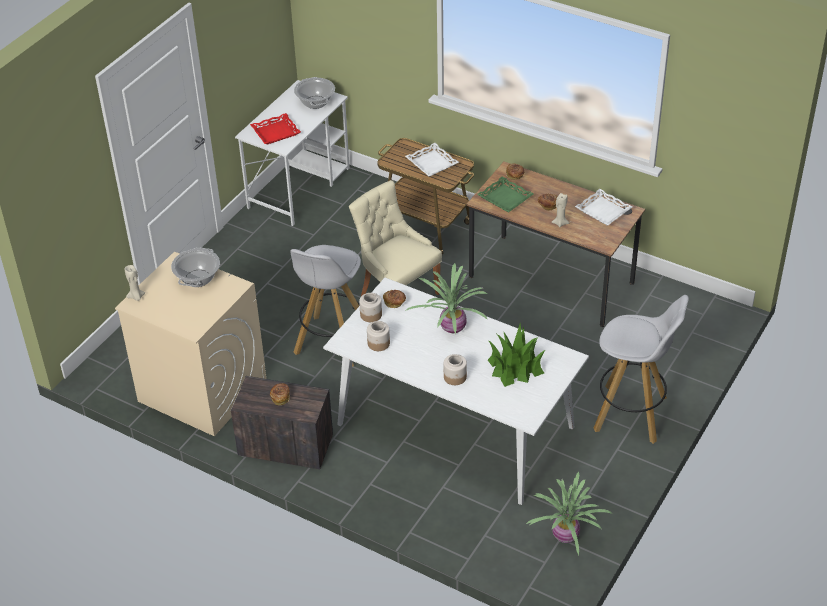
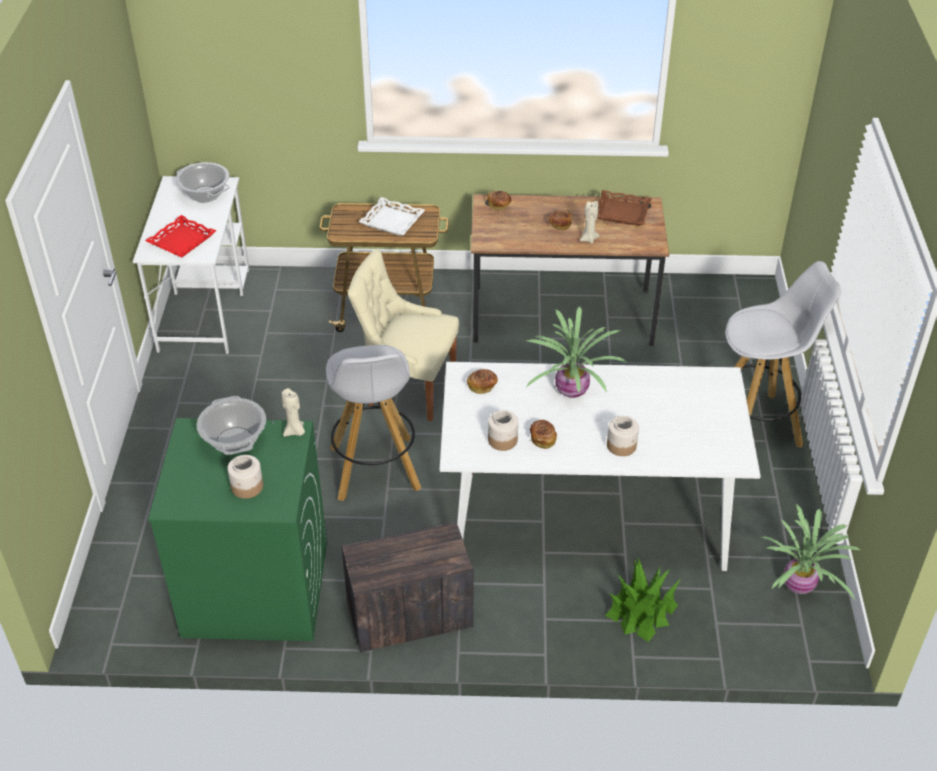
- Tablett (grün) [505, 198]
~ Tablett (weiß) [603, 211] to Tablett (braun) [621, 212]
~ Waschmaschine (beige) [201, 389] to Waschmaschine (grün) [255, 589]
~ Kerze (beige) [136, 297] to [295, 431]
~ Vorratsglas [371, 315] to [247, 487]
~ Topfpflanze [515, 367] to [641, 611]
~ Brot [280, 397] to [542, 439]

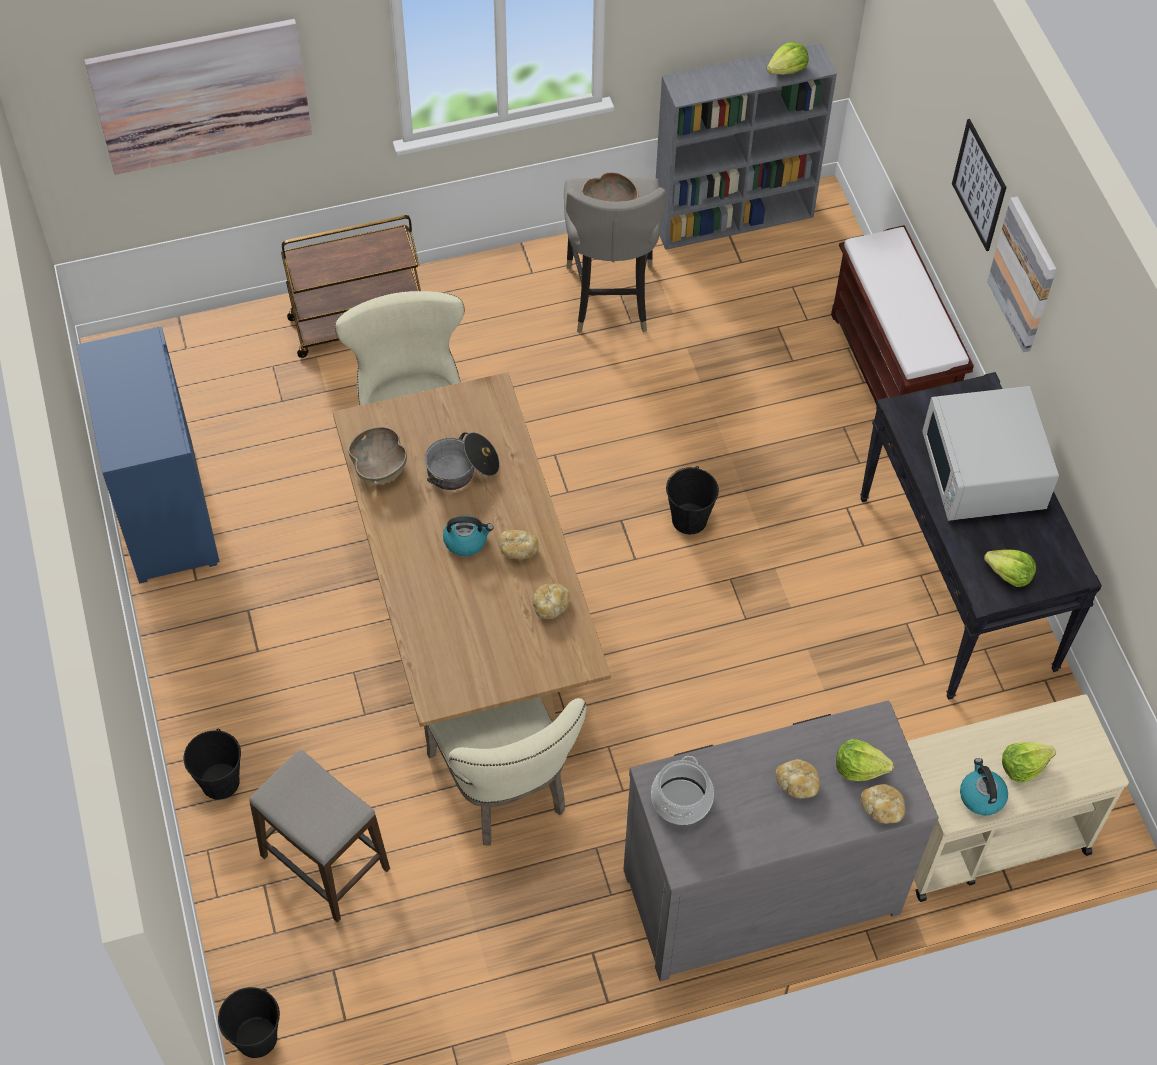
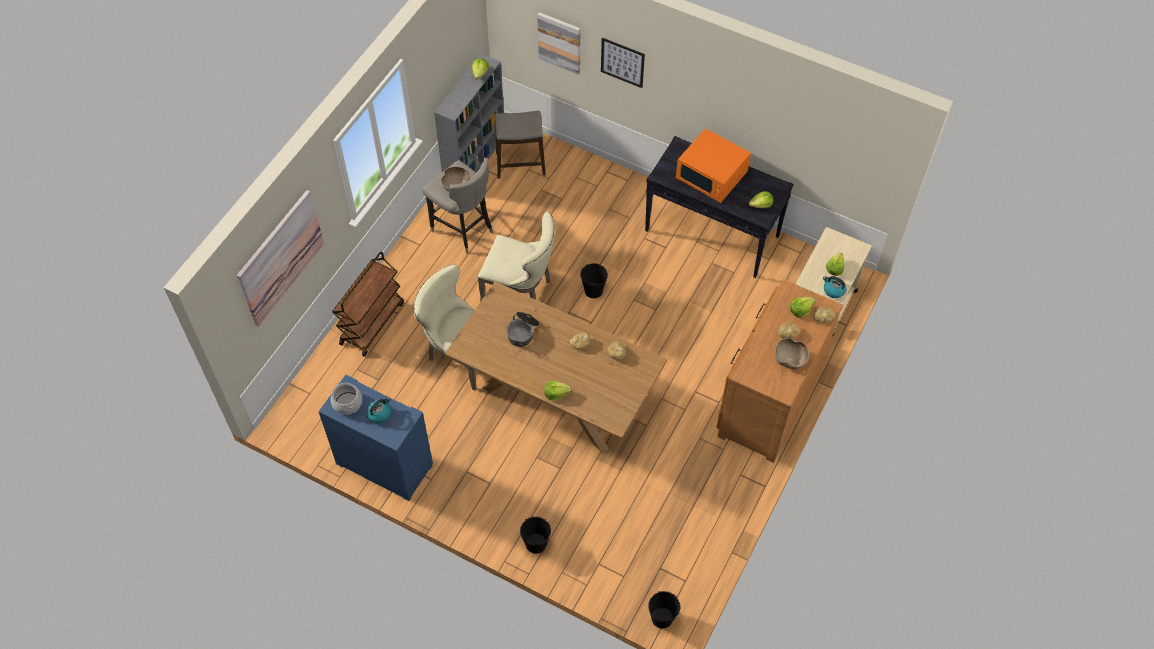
~ Bild [1024, 274] to [559, 42]
- Bank (braun) [890, 372]
~ Mikrowelle (weiß) [983, 472] to Mikrowelle (orange) [712, 176]
~ Schüssel (braun) [380, 467] to [790, 359]
~ Wasserkessel [466, 541] to [379, 414]
~ Stuhl (beige) [505, 788] to [521, 290]
~ Kommode (grau) [758, 887] to Kommode (braun) [768, 400]
~ Hocker [325, 862] to [520, 164]
~ Kochtopf [681, 800] to [347, 403]
+ Salatkopf [556, 393]

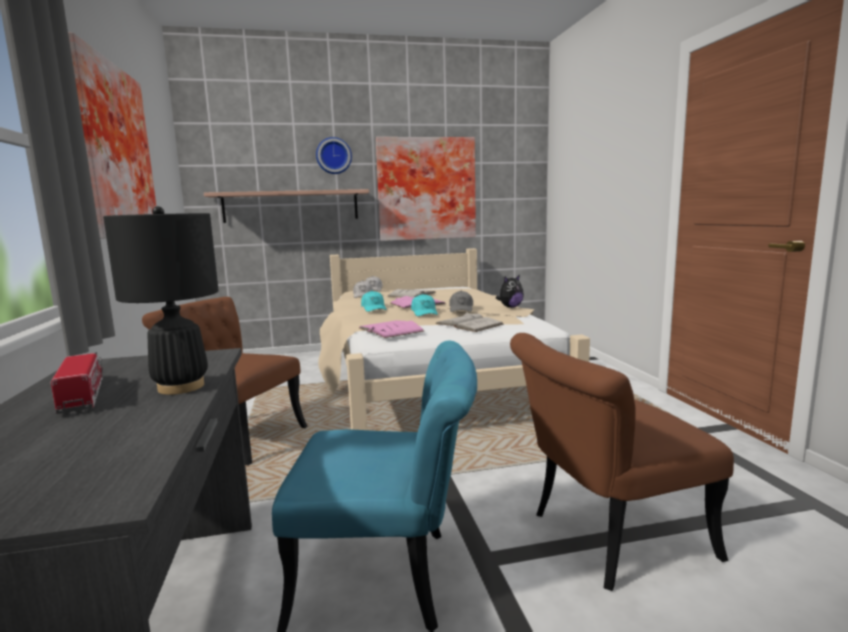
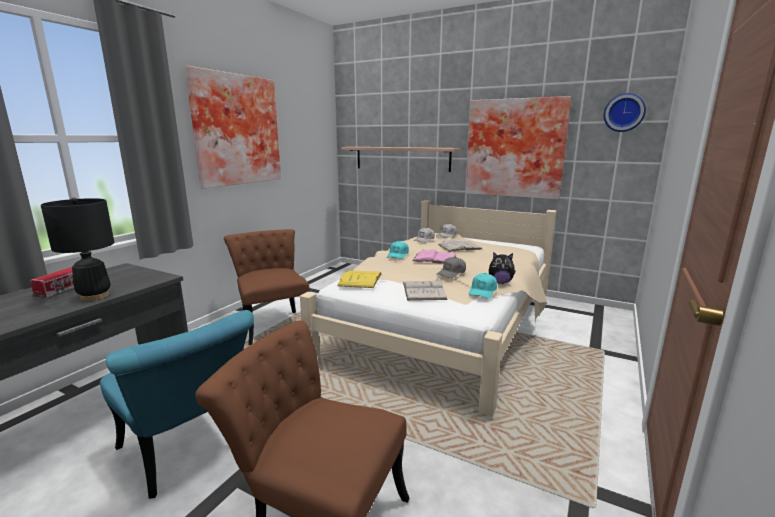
~ Wanduhr [333, 156] to [624, 112]
~ Kappe (türkis) [424, 312] to [482, 291]
~ Buch (rosa) [390, 329] to Buch (gelb) [360, 279]

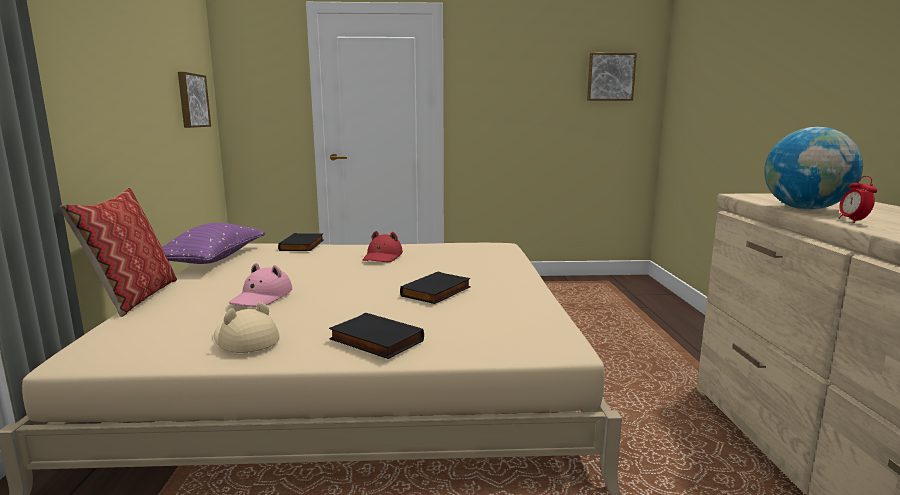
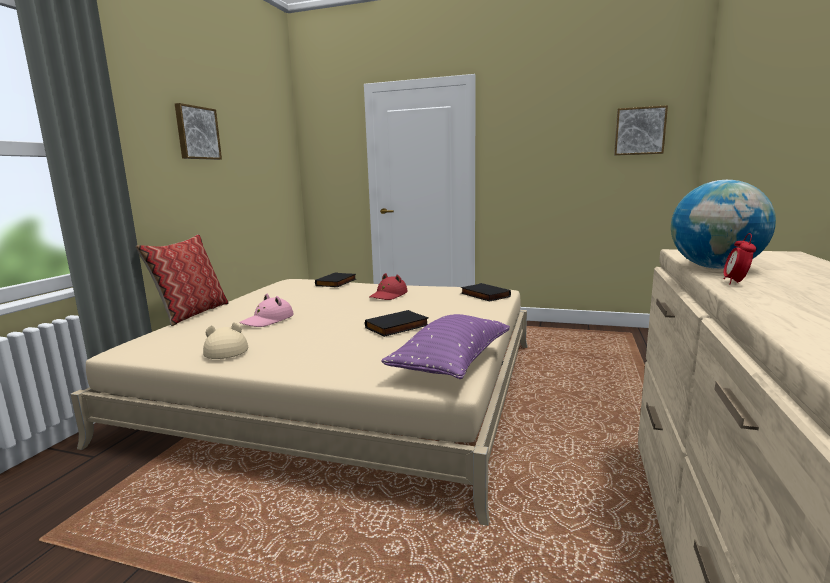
~ Bild [192, 100] to [197, 133]
~ Kissen (lila) [213, 260] to [451, 363]
~ Buch (schwarz) [374, 341] to [484, 295]

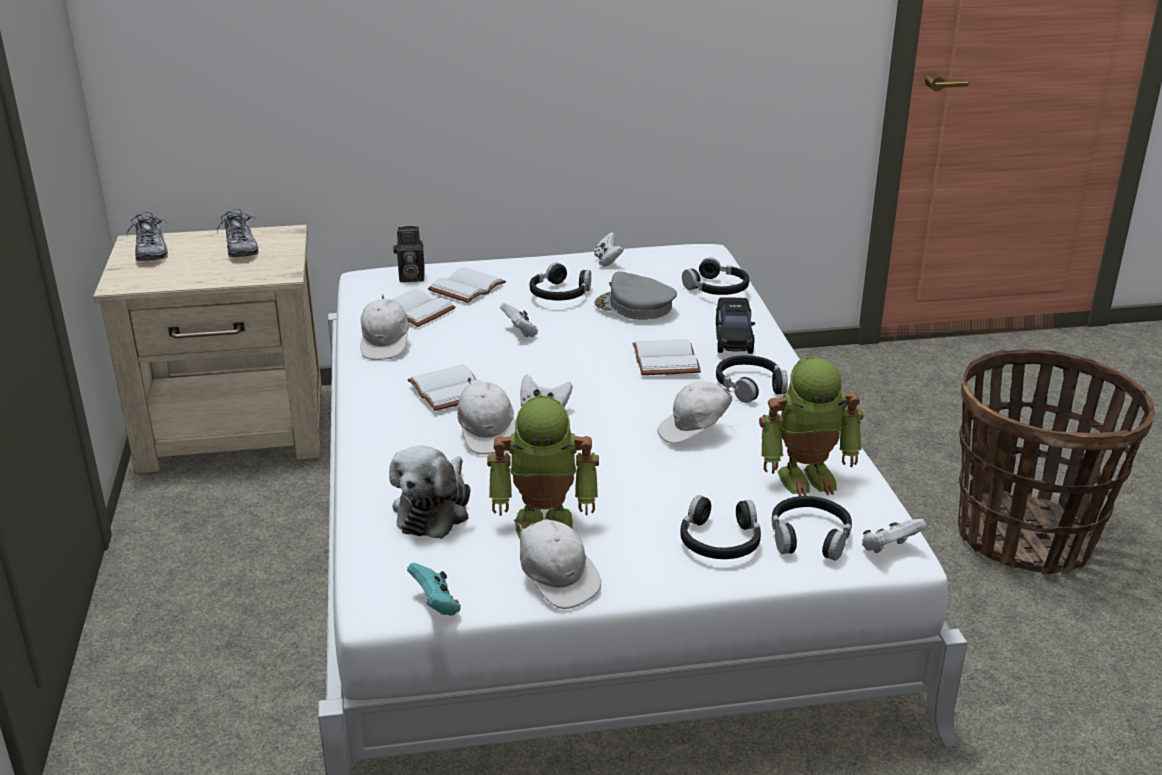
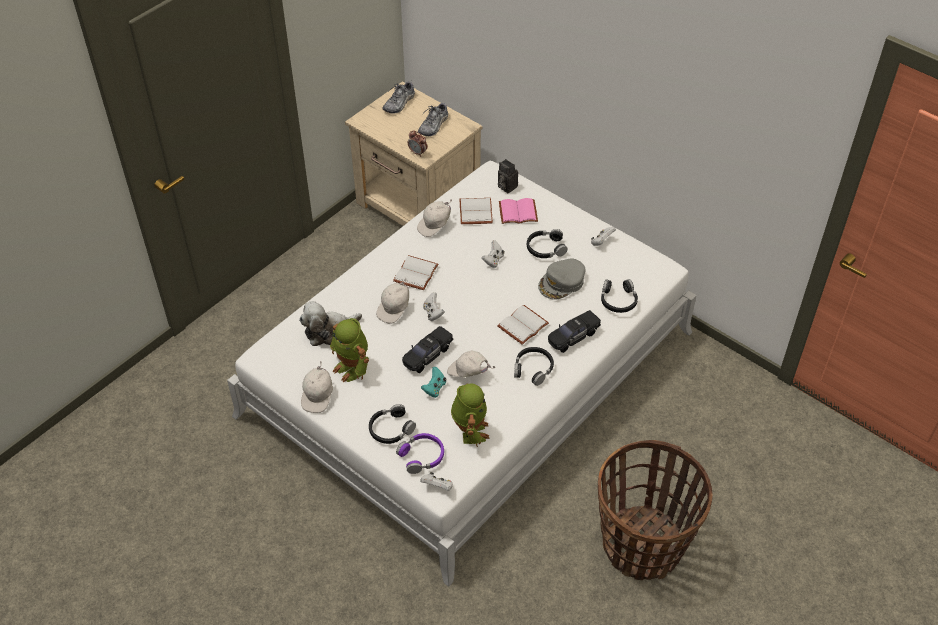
~ Buch (weiß) [466, 287] to Buch (rosa) [518, 211]
~ Kappe (grau) [634, 306] = [562, 282] 120 degrees counterclockwise
~ Spielzeugroboter [807, 476] = [470, 431] 135 degrees counterclockwise
~ Kopfhörer (schwarz) [809, 537] to Kopfhörer (lila) [422, 456]
~ Gamepad (türkis) [436, 605] to [434, 388]
+ Wecker [417, 153]
+ Spielzeugauto (schwarz) [427, 355]

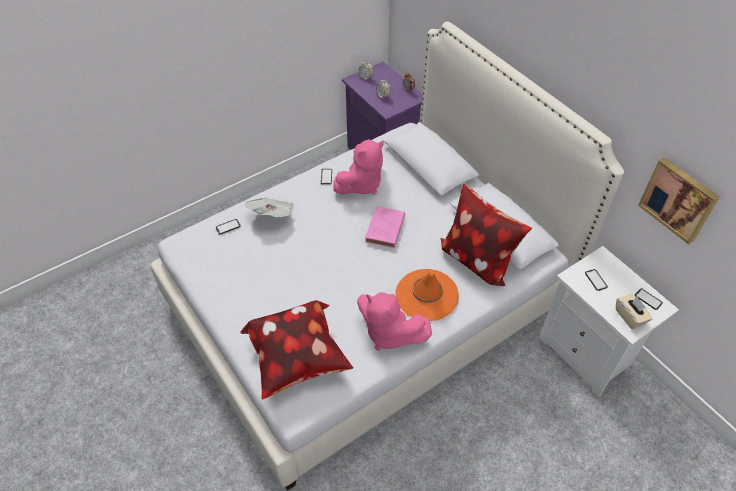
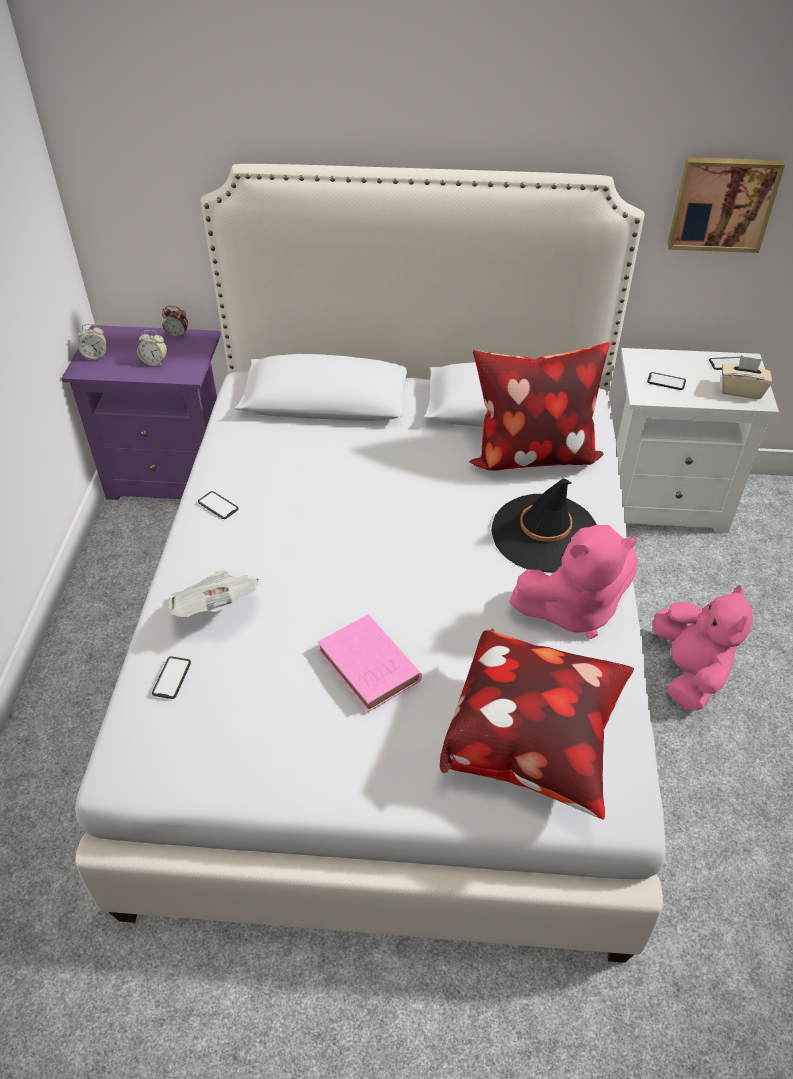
~ Plüschtier (rosa) [361, 184] to [689, 672]
~ Buch (rosa) [384, 230] to [370, 667]
~ Hut (orange) [426, 295] to Hut (schwarz) [544, 533]

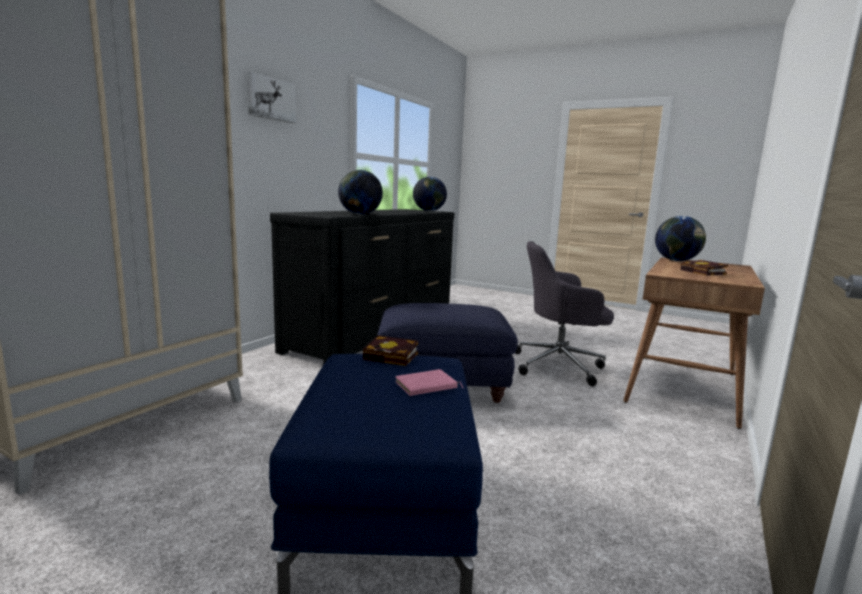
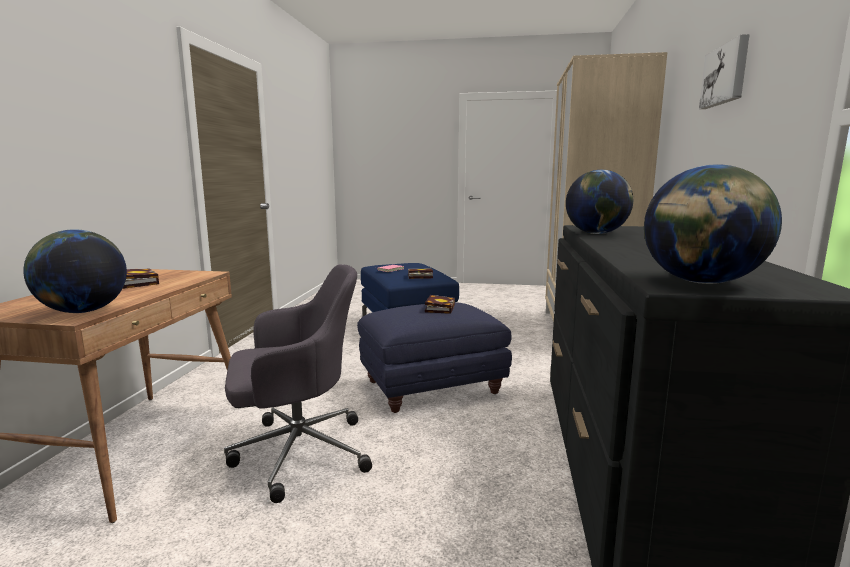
+ Buch [439, 308]

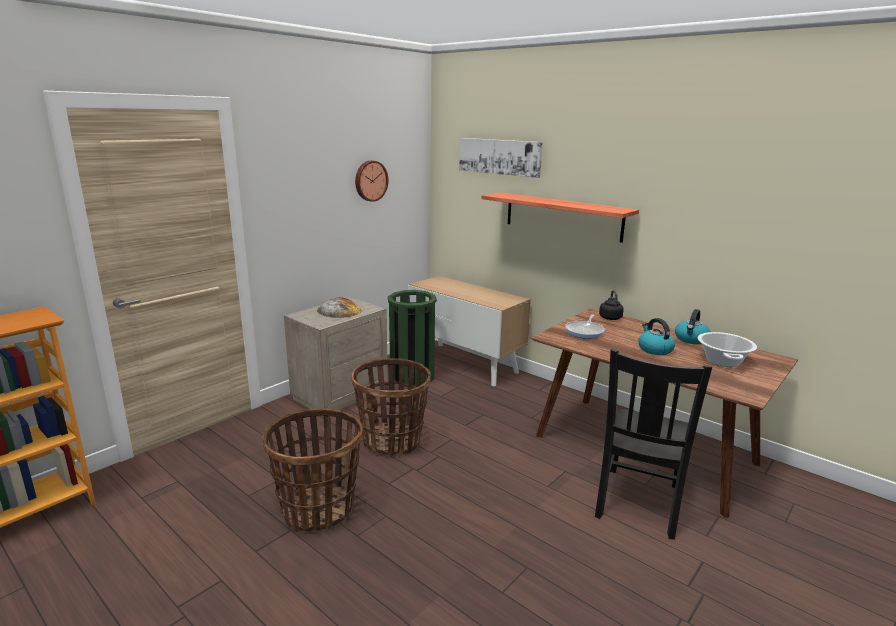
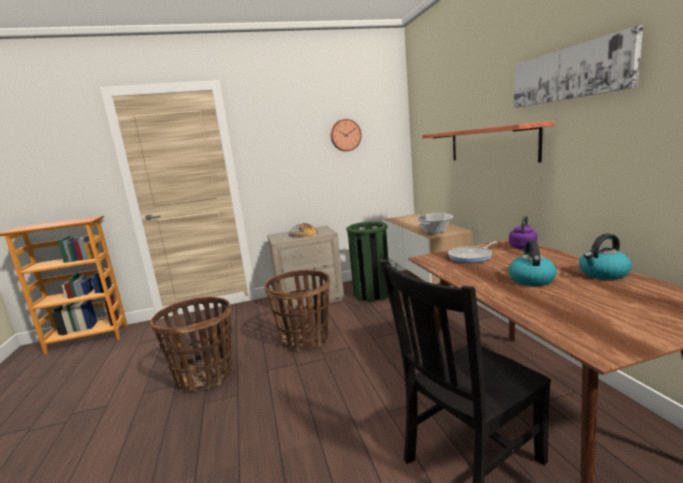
~ Bild [499, 156] to [569, 74]
~ Wasserkessel (schwarz) [610, 317] to Wasserkessel (lila) [523, 246]
~ Kochtopf [723, 361] to [435, 231]

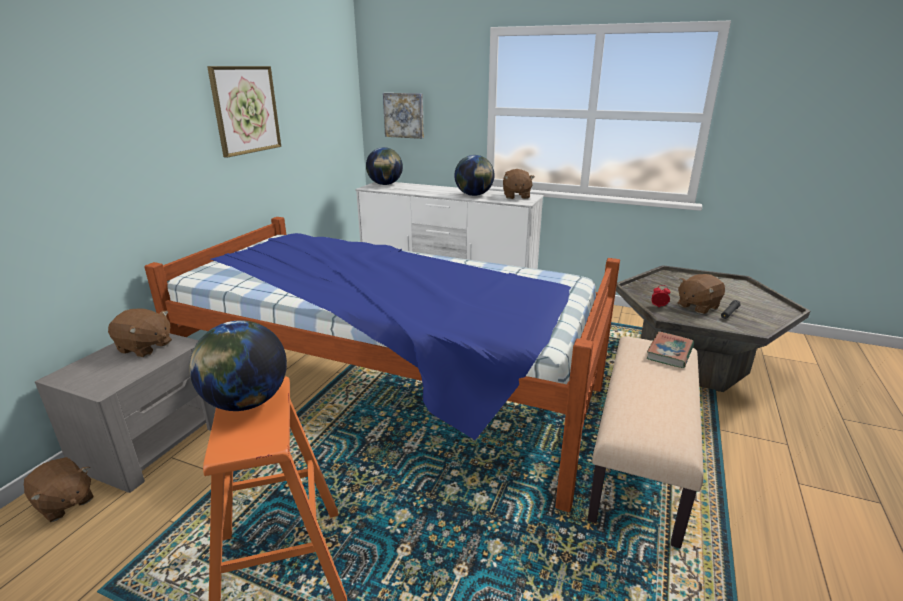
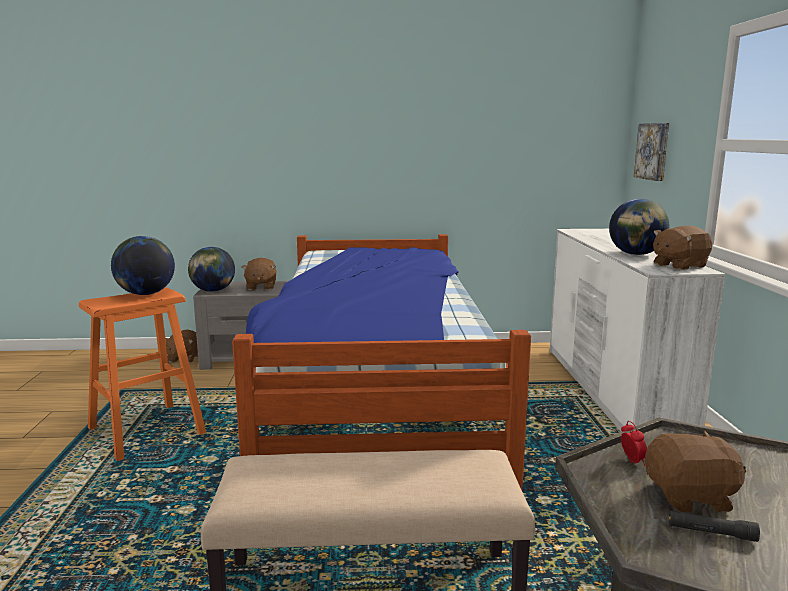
- Bild [245, 110]
~ Globus [385, 184] to [213, 291]
~ Plüschtier (braun) [697, 306] = [690, 497] 150 degrees clockwise
- Buch [669, 353]

